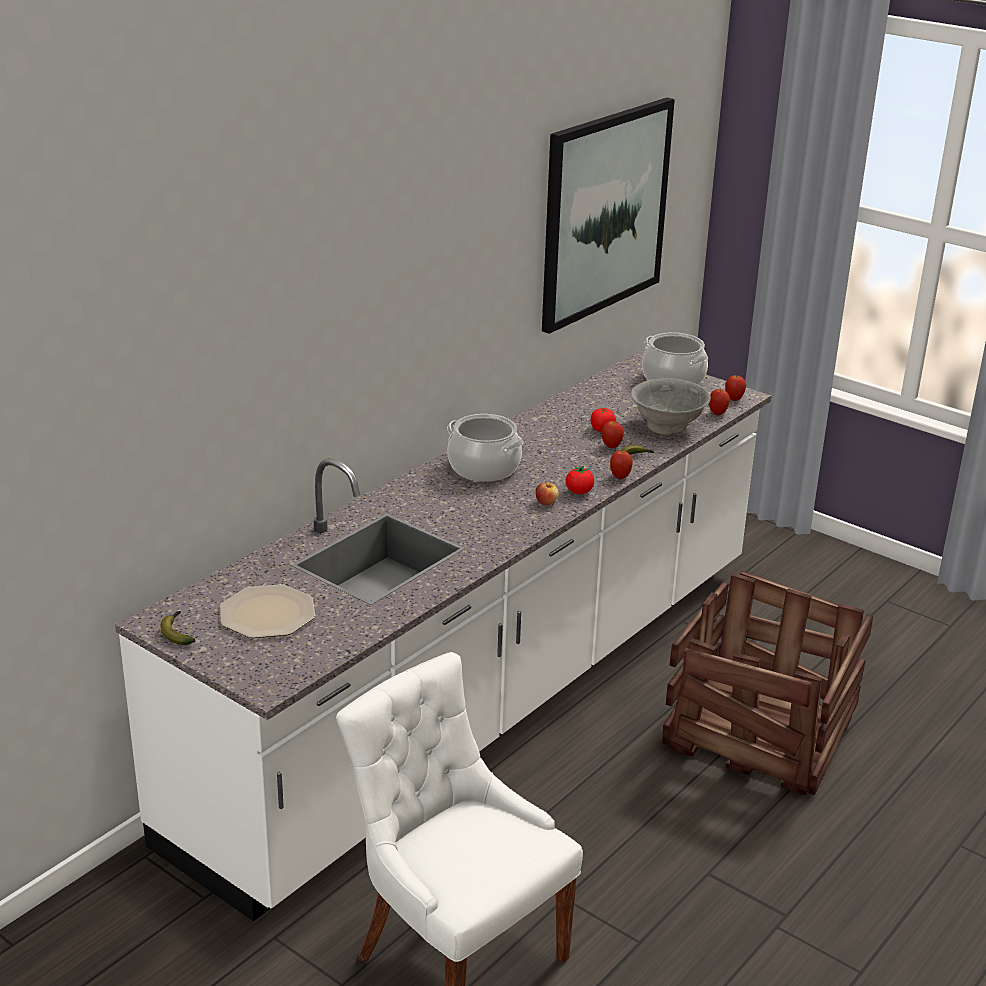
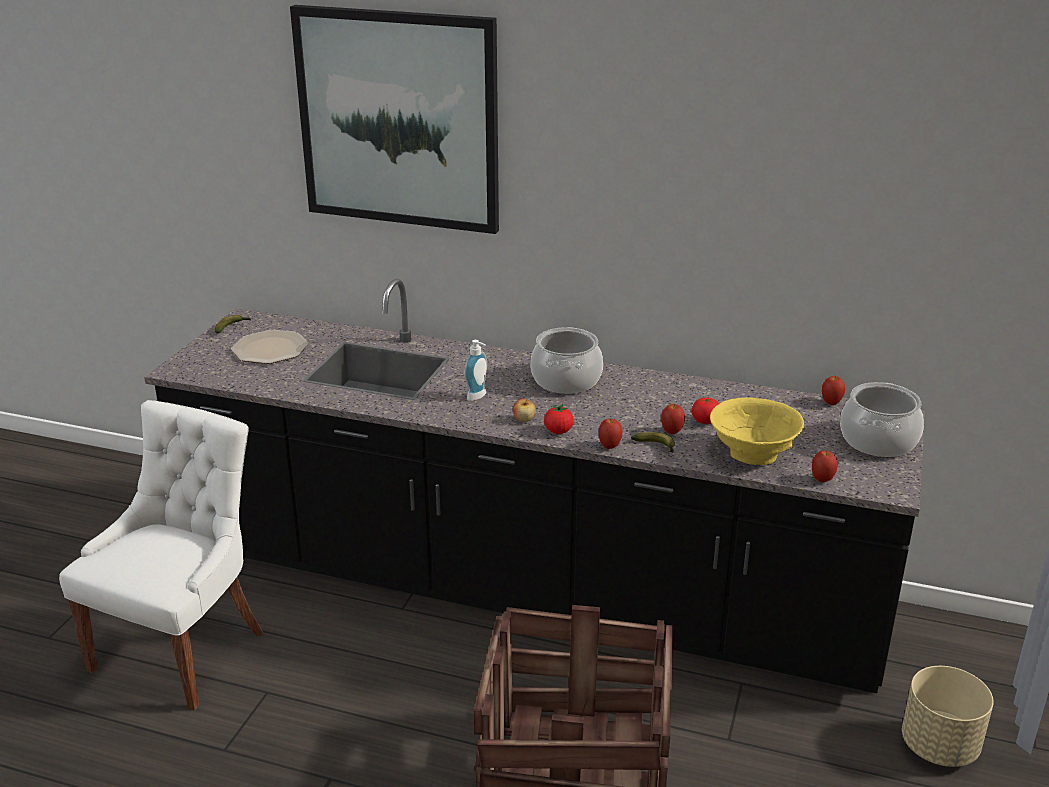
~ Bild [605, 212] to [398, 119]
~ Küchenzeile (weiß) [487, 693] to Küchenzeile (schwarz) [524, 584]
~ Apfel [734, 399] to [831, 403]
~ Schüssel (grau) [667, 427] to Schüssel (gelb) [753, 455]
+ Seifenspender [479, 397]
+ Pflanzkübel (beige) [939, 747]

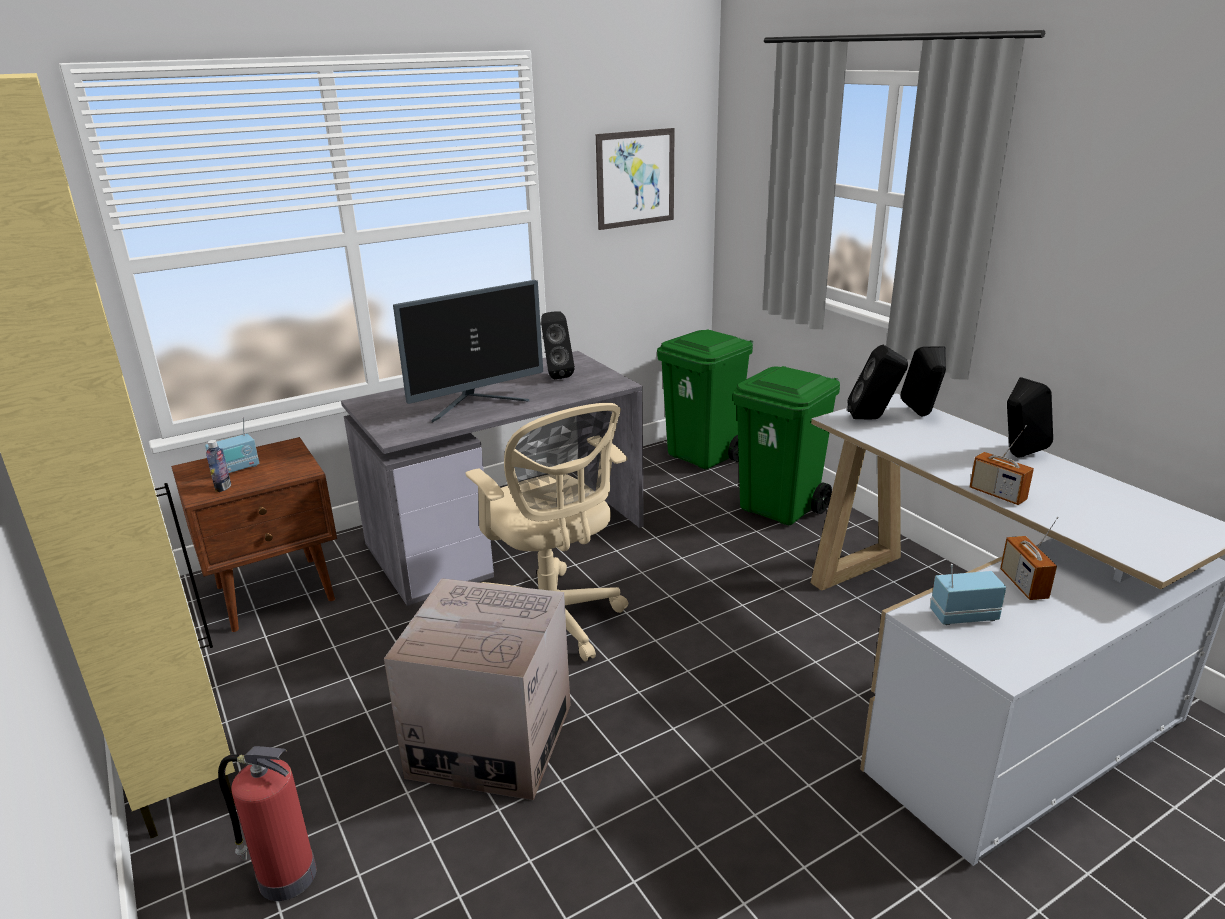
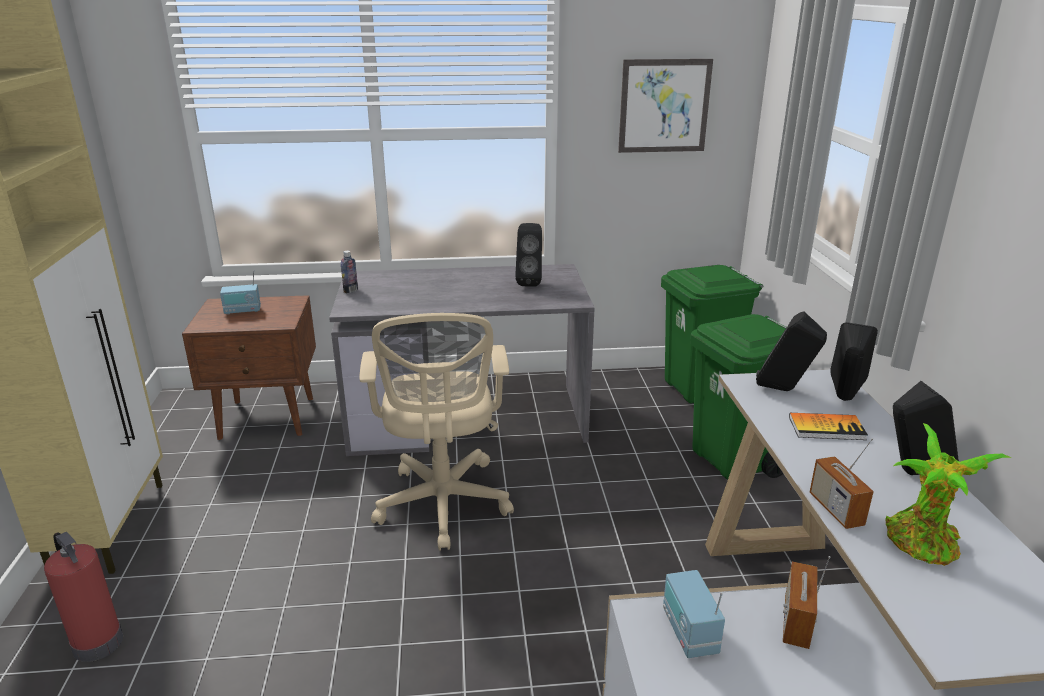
- Monitor [477, 404]
~ Flasche [223, 487] to [350, 291]
~ Radio [963, 616] = [689, 632] 120 degrees counterclockwise
- Karton [491, 740]
+ Buch [826, 428]
+ Topfpflanze [922, 545]

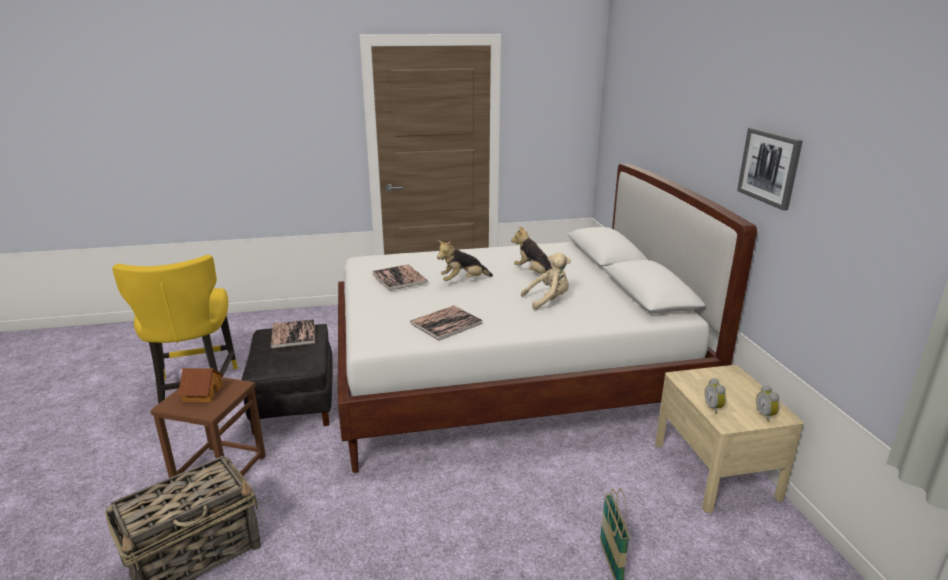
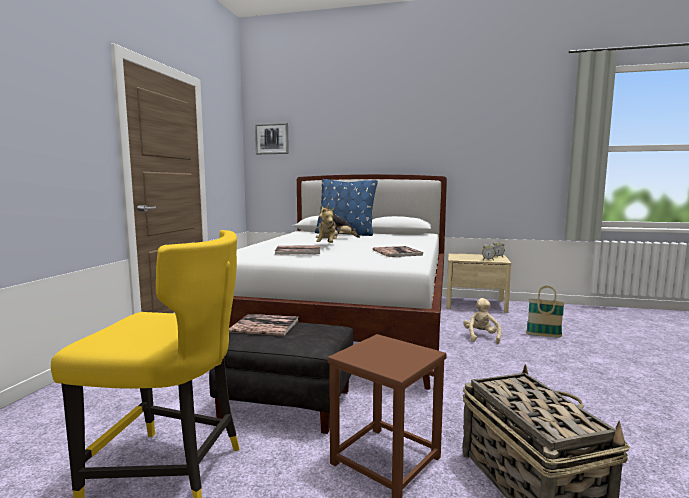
~ Bild [769, 167] to [272, 138]
~ Plüschtier (beige) [548, 300] to [481, 337]
- Spielzeughaus [202, 393]
+ Kissen (blau) [345, 234]

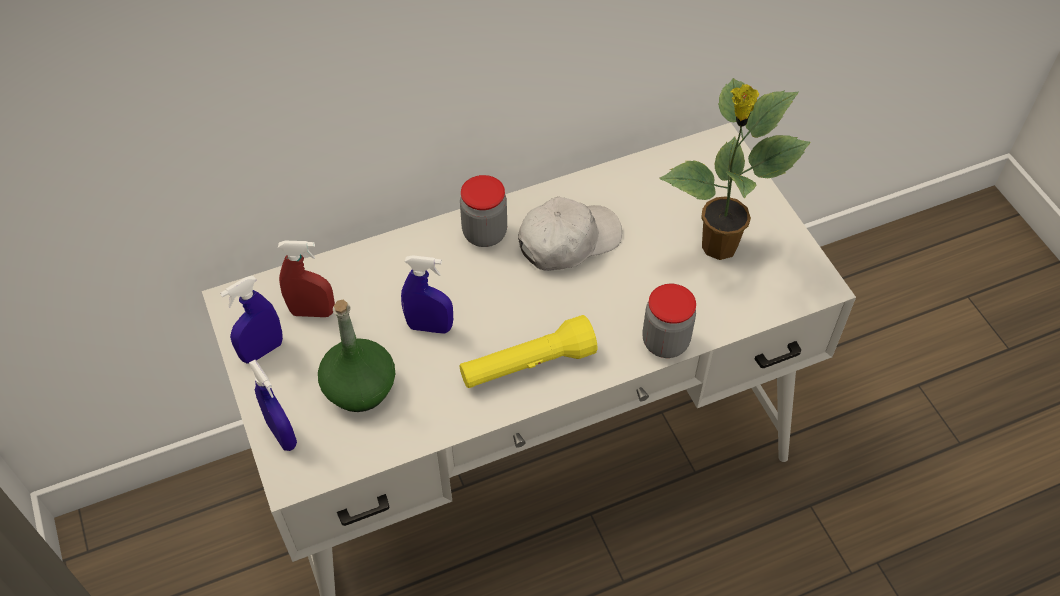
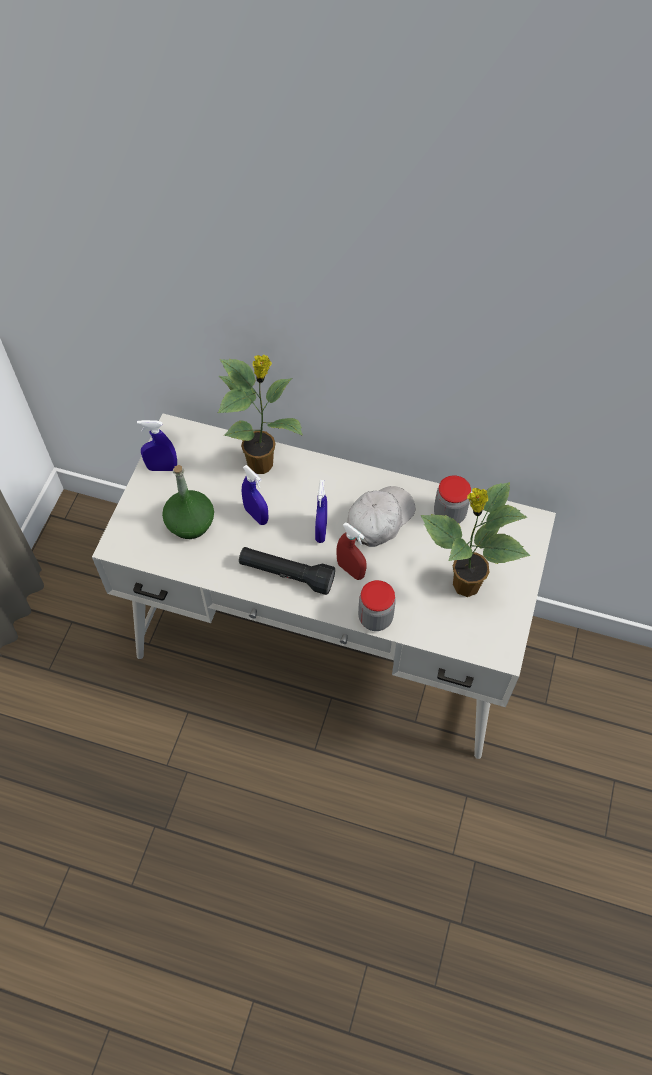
~ Vorratsglas [484, 233] to [449, 514]
~ Kappe (weiß) [568, 241] = [379, 519] 60 degrees counterclockwise
~ Sprühflasche (rot) [312, 312] to [350, 570]
~ Taschenlampe (gelb) [527, 365] to Taschenlampe (schwarz) [286, 574]
~ Sprühflasche (blau) [282, 434] to [321, 531]
+ Topfpflanze [262, 463]

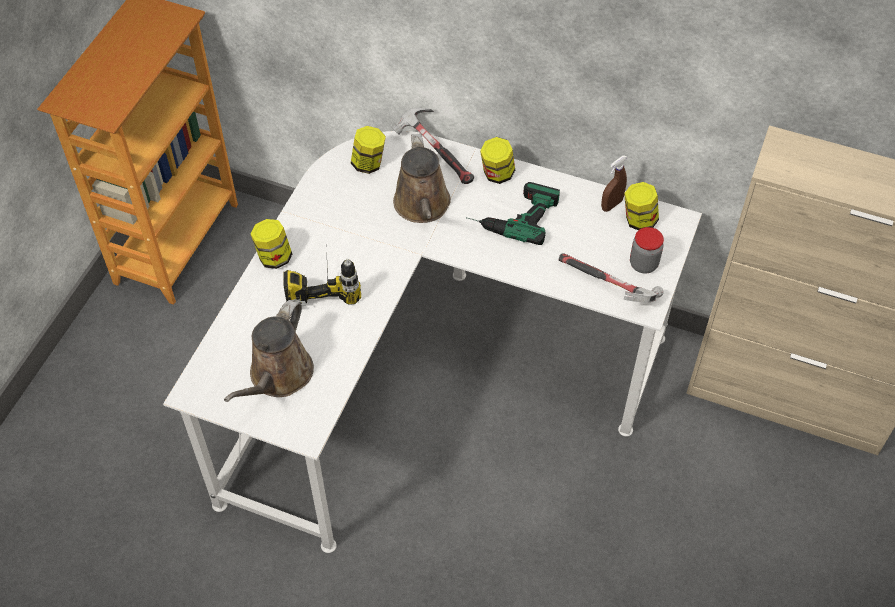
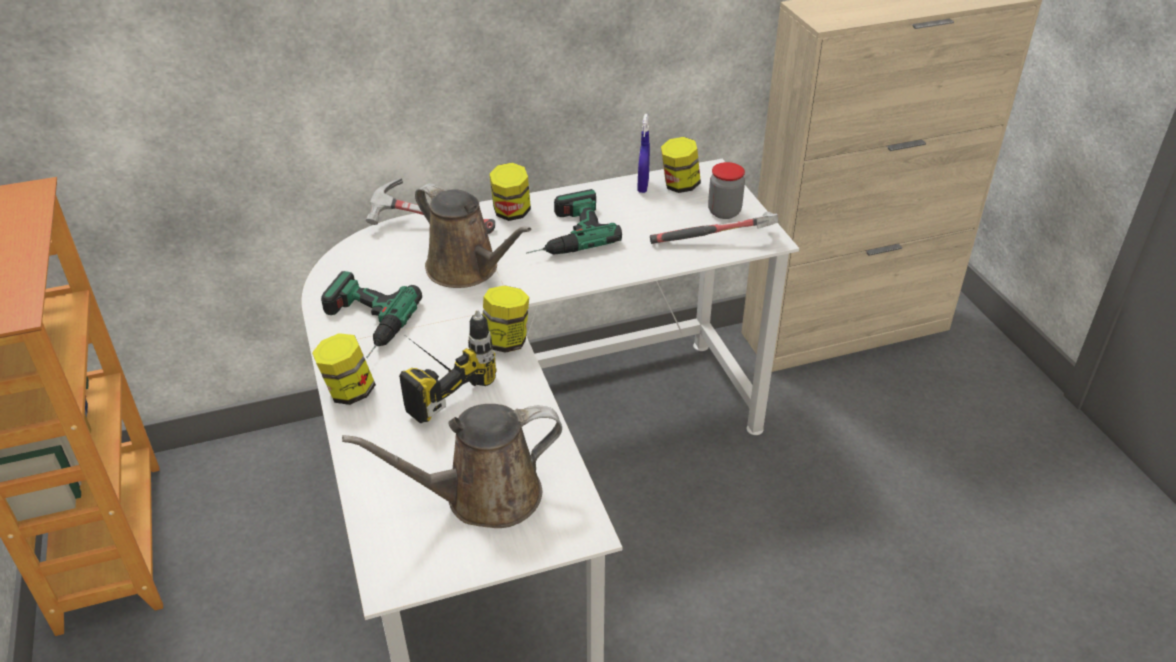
~ Vorratsglas [369, 164] to [506, 341]
~ Sprühflasche (braun) [611, 205] to Sprühflasche (blau) [643, 186]
~ Gießkanne (braun) [278, 376] = [483, 497] 90 degrees clockwise
+ Bohrmaschine [361, 325]

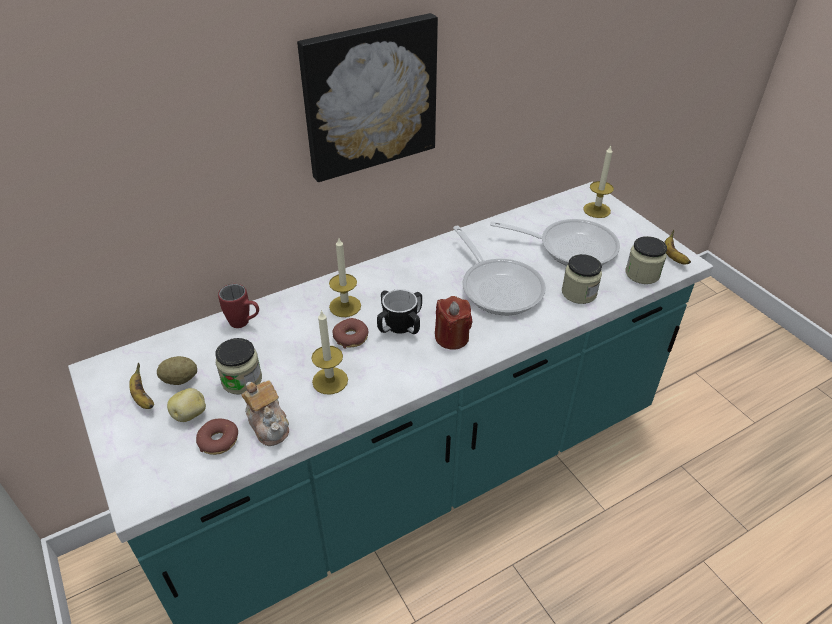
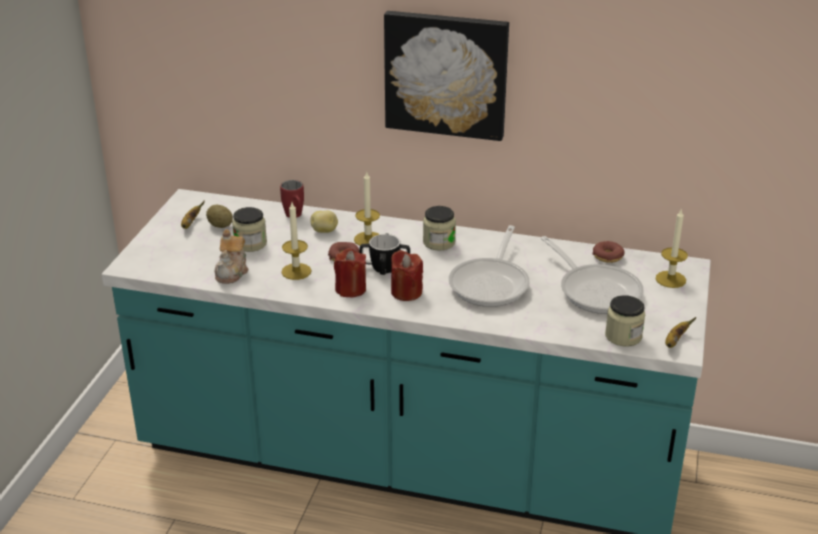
~ Vorratsglas [579, 293] to [439, 242]
~ Kartoffel [190, 414] to [324, 231]
~ Donut [218, 441] to [607, 256]
+ Kerze (rot) [350, 289]

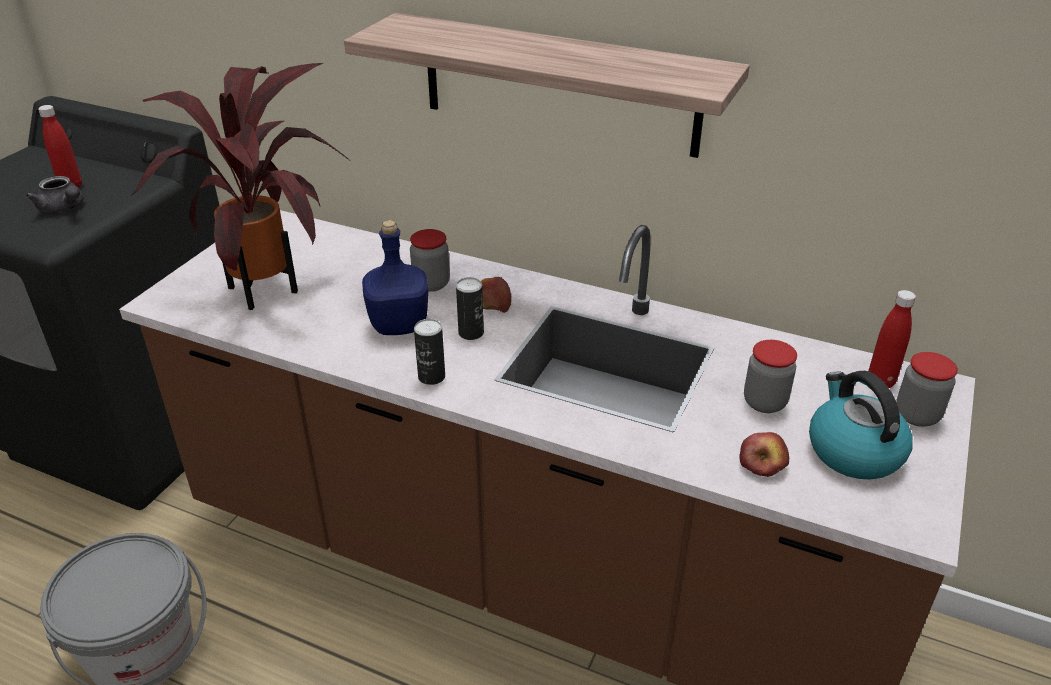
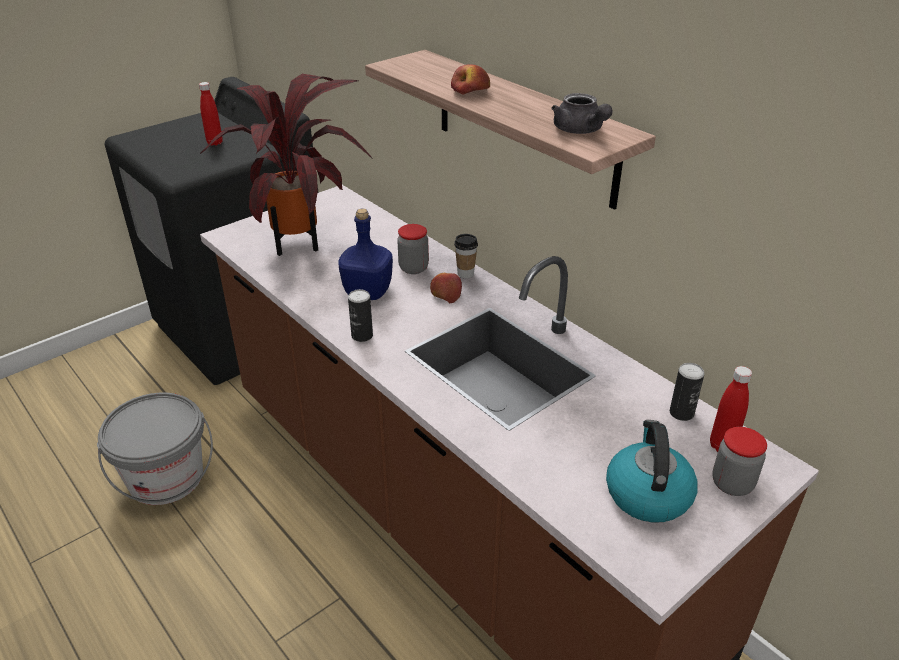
~ Teekanne (grau) [64, 209] to [580, 131]
~ Dose [471, 333] to [681, 413]
- Vorratsglas [764, 402]
~ Apfel [762, 463] to [470, 92]
+ Tasse [465, 274]

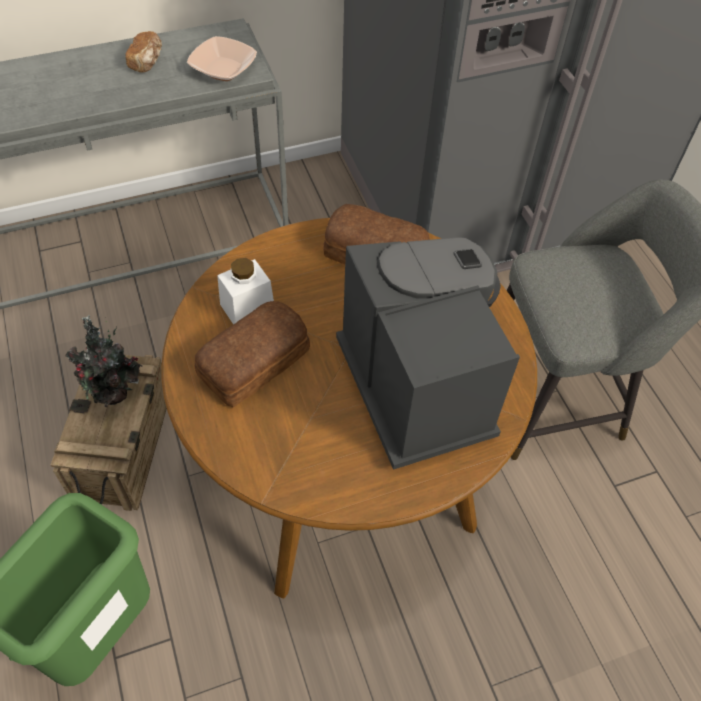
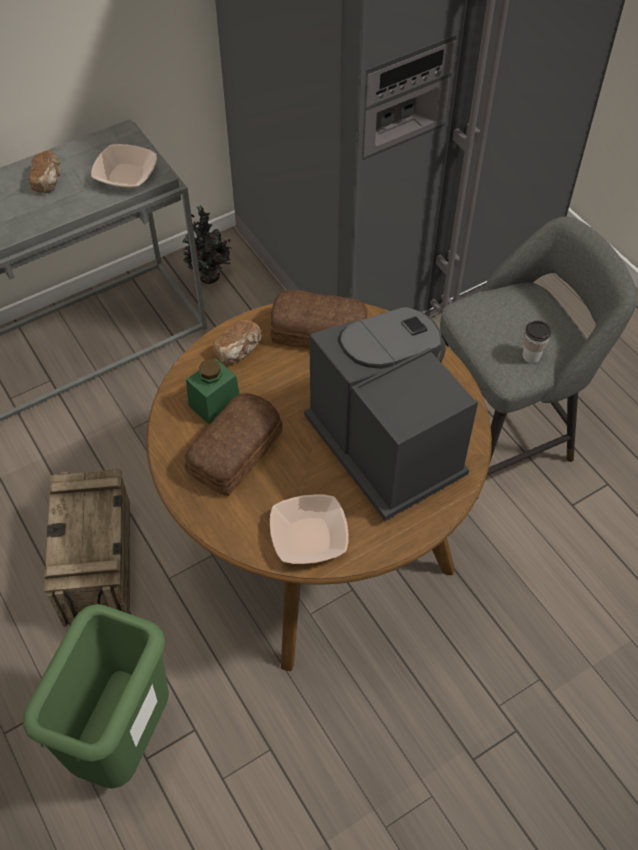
~ Vorratsglas (weiß) [247, 307] to Vorratsglas (grün) [214, 403]
~ Topfpflanze [114, 396] to [210, 278]
+ Brot [239, 351]
+ Tasse [531, 356]
+ Schüssel [309, 537]

